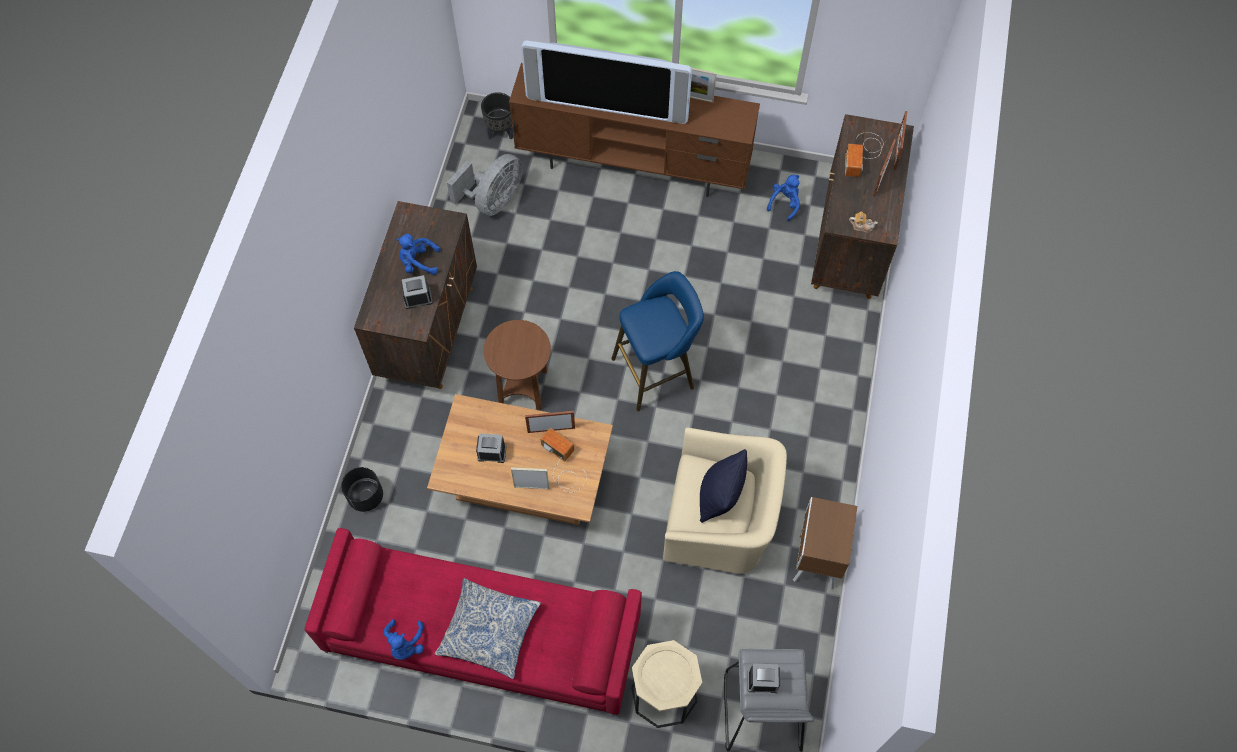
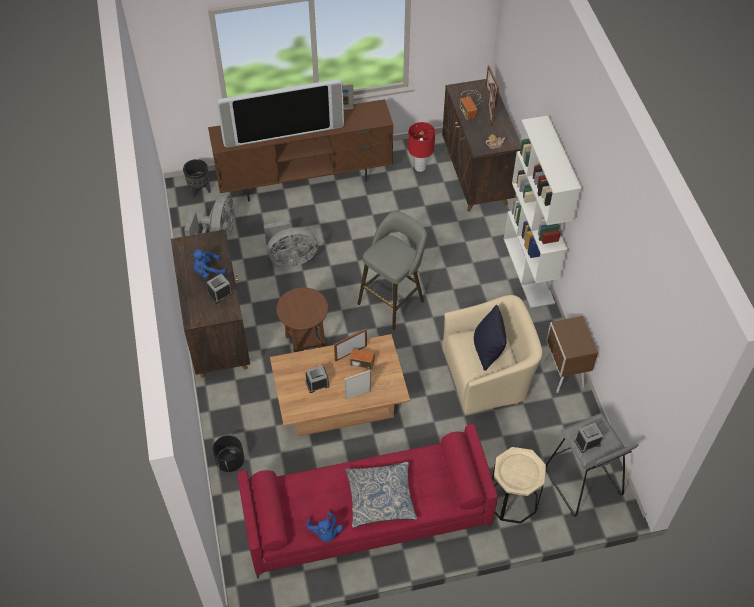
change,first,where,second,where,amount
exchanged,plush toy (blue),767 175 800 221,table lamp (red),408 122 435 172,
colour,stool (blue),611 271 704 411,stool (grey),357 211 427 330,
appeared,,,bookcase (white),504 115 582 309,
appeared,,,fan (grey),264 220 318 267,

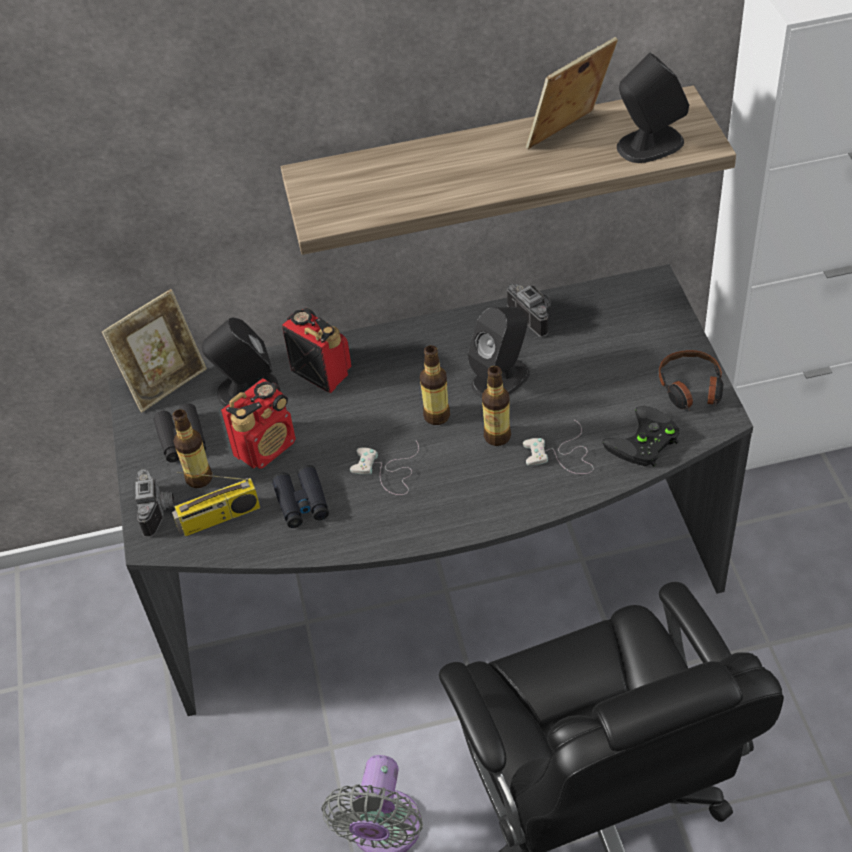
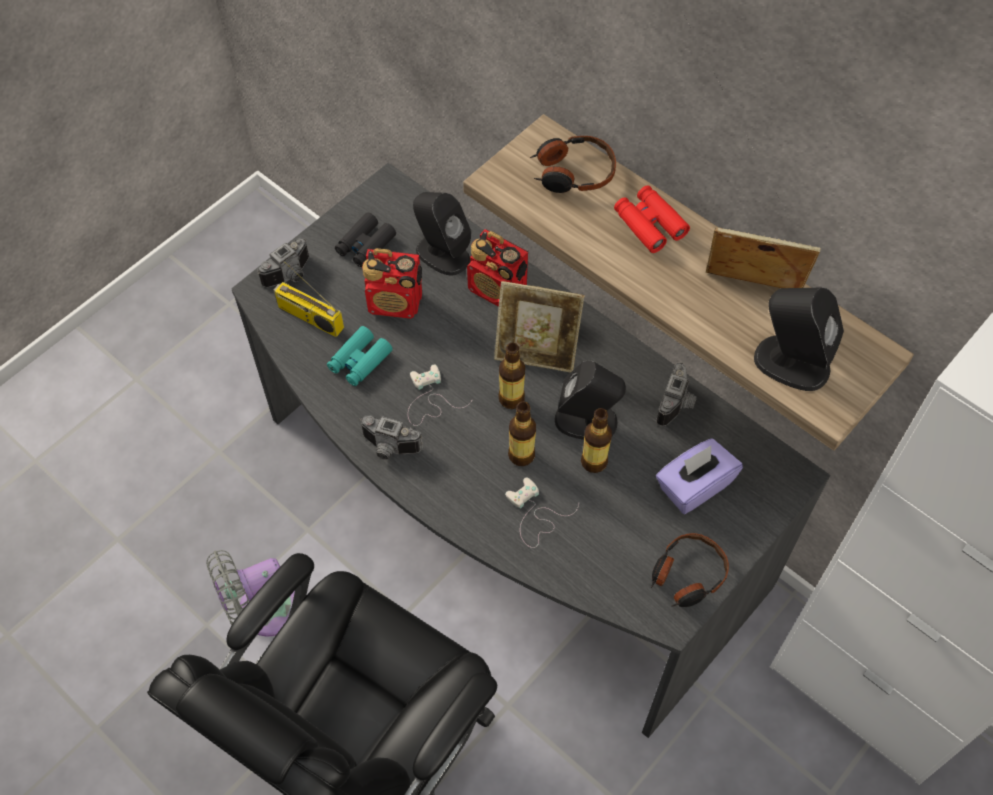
change,first,where,second,where,amount
relocated,picture frame,102 289 207 412,,494 281 585 373,
spun,radio,282 308 352 393,,467 229 528 307,120 degrees clockwise
missing,game controller (black),603 406 680 466,,,
relocated,bottle,173 409 212 488,,581 408 612 473,
colour,binoculars (black),272 465 329 528,binoculars (turquoise),327 326 393 386,
appeared,,,headphones,530 136 616 193,
appeared,,,binoculars (red),614 185 690 253,
appeared,,,photo camera,359 415 423 460,
appeared,,,tissue box (purple),656 439 743 514,

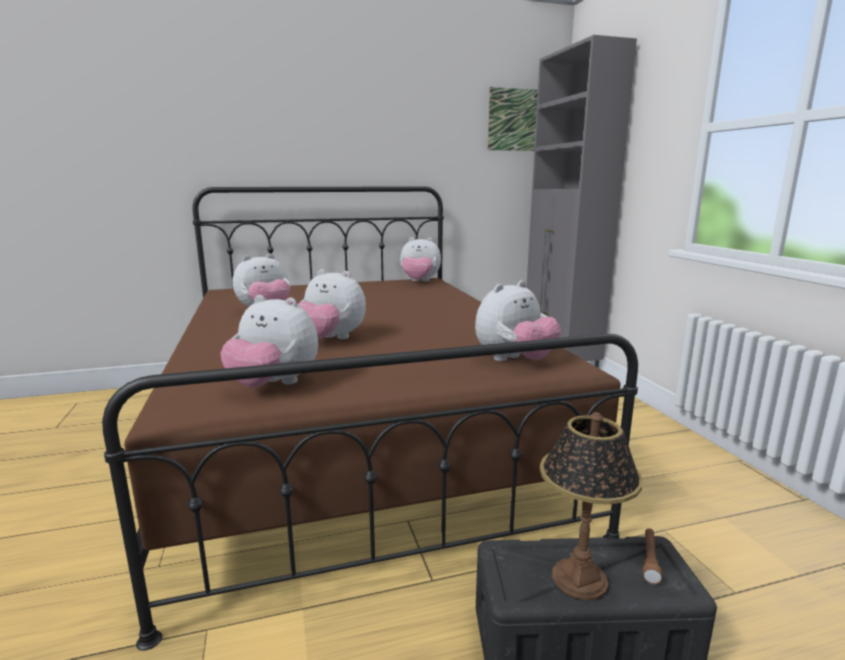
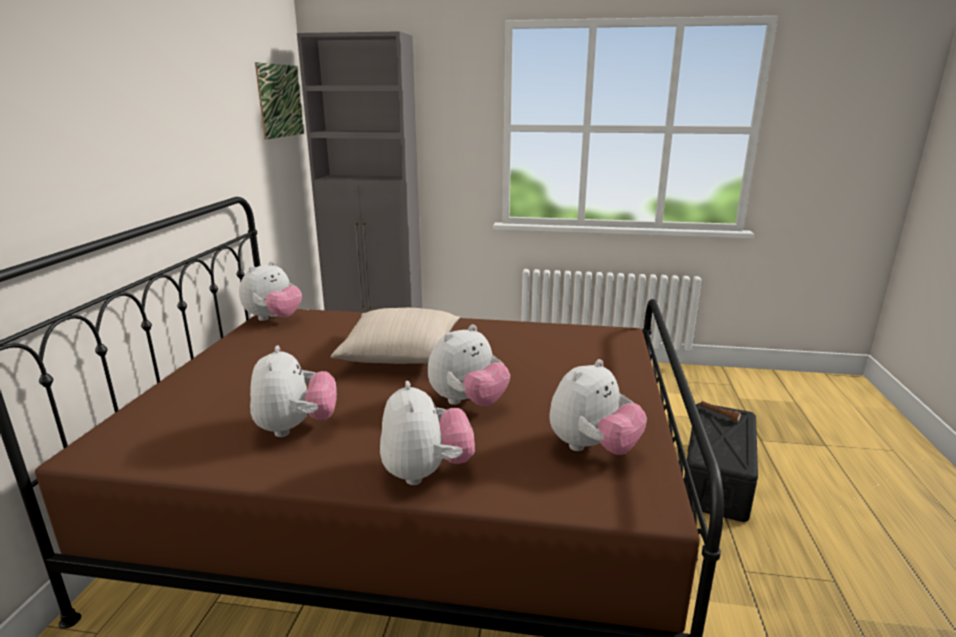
change,first,where,second,where,amount
relocated,plush toy,475 280 561 361,,380 381 475 485,
missing,table lamp,540 412 643 600,,,
appeared,,,pillow (beige),331 308 460 364,

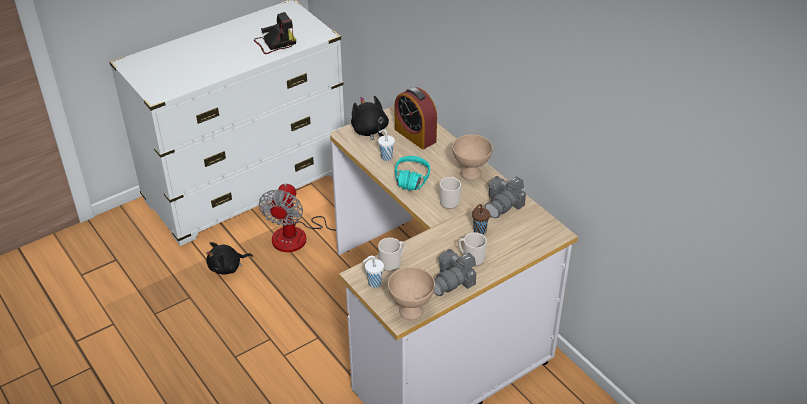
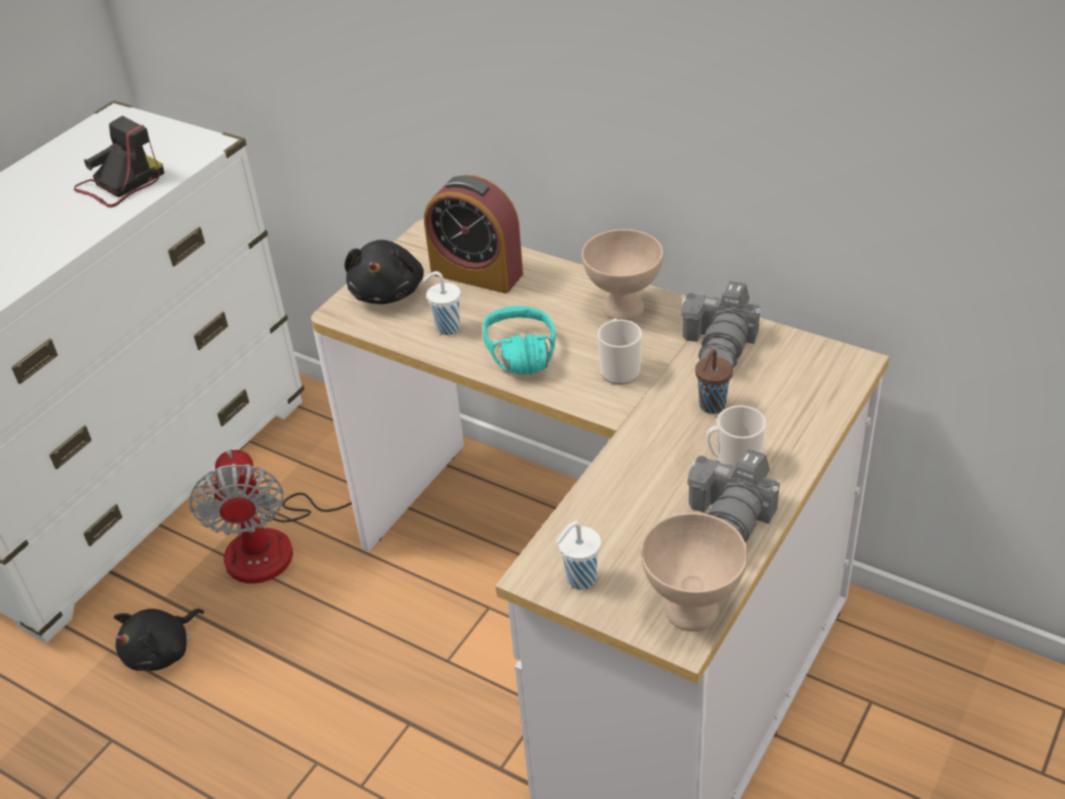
change,first,where,second,where,amount
spun,plush toy (black),351 96 389 140,,344 240 424 304,120 degrees counterclockwise
missing,mug,378 238 405 271,,,

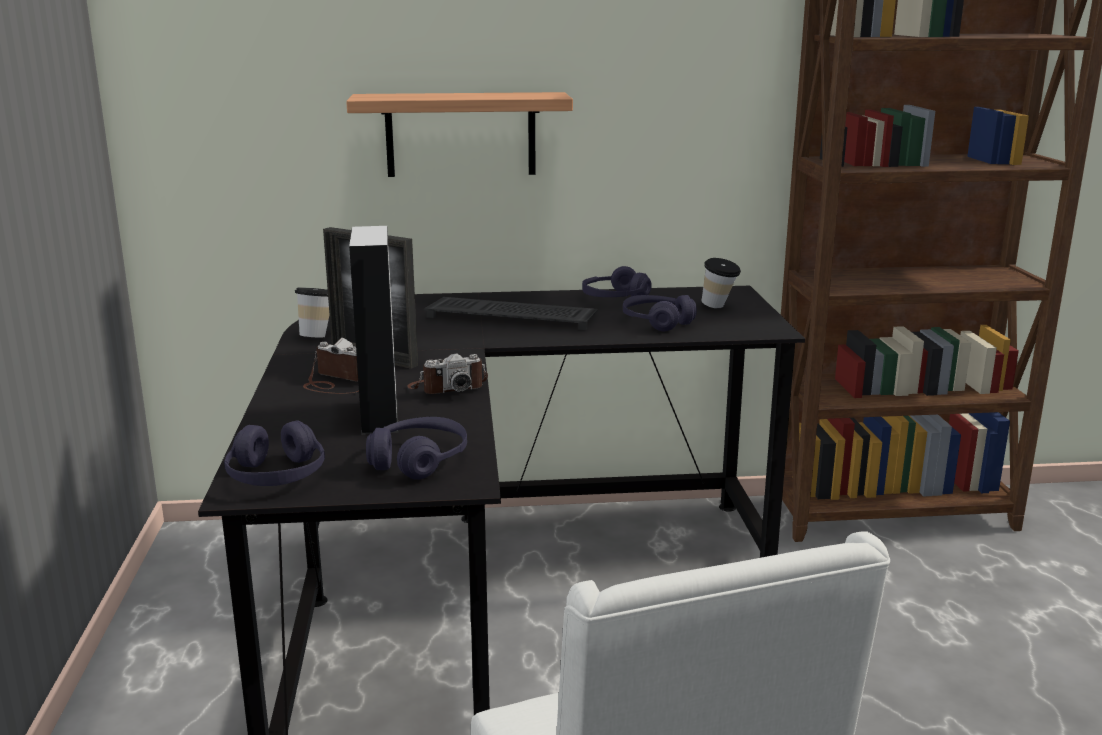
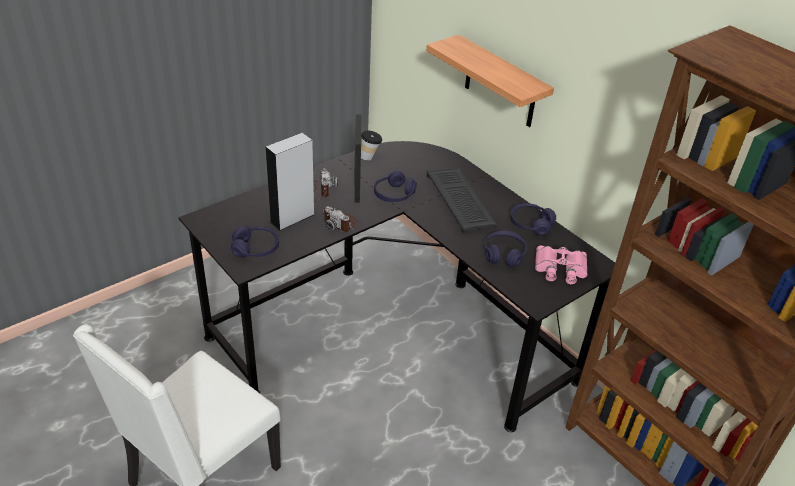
change,first,where,second,where,amount
exchanged,cup,702 258 741 308,binoculars (pink),535 246 587 284,
relocated,headphones (purple),224 420 325 486,,374 171 417 202,

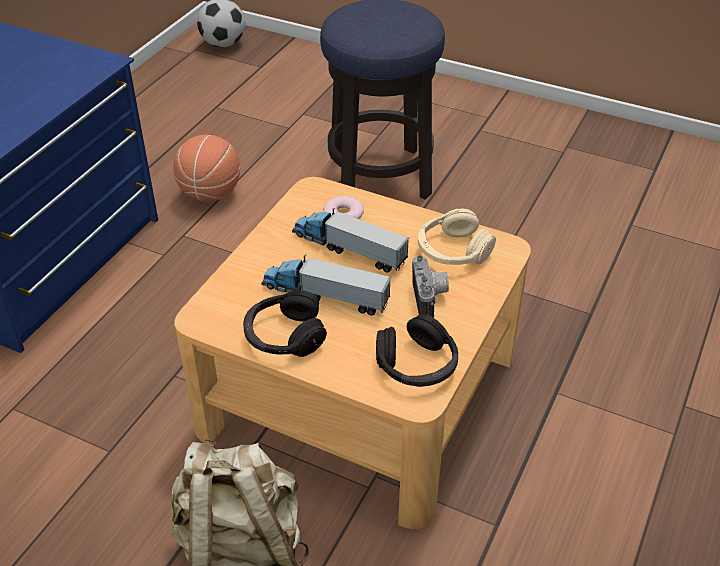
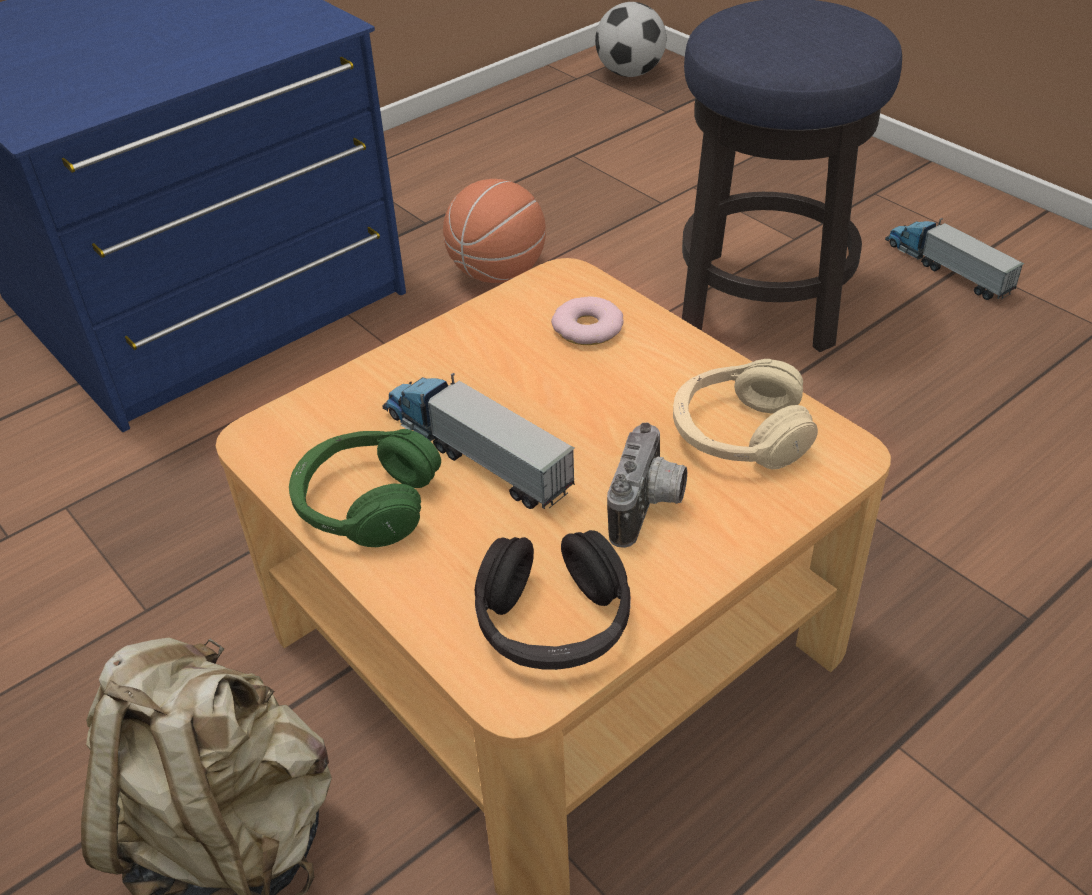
change,first,where,second,where,amount
relocated,toy truck,292 208 409 273,,885 218 1024 300,
colour,headphones (black),243 290 327 357,headphones (green),289 429 441 547,

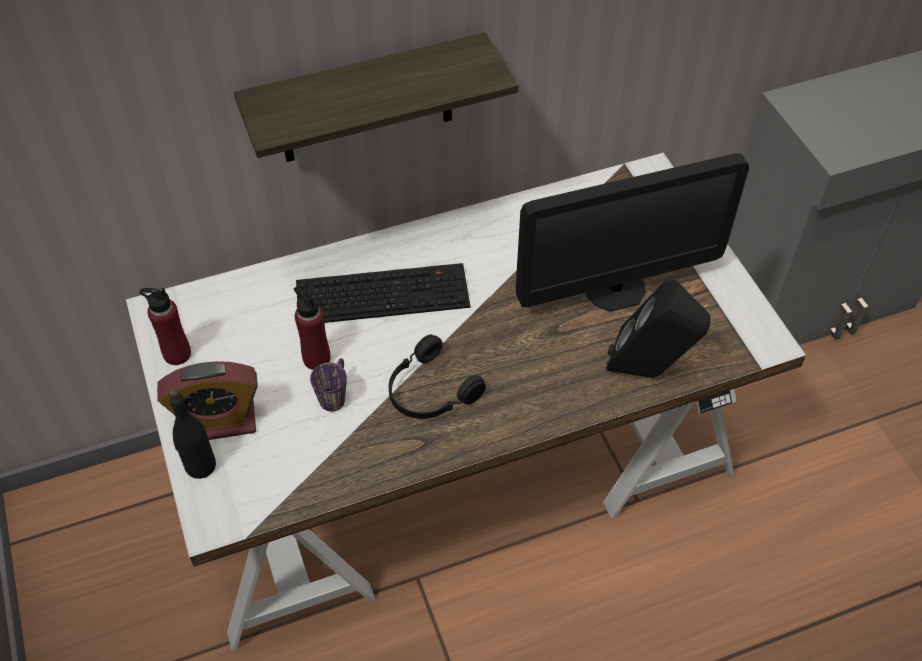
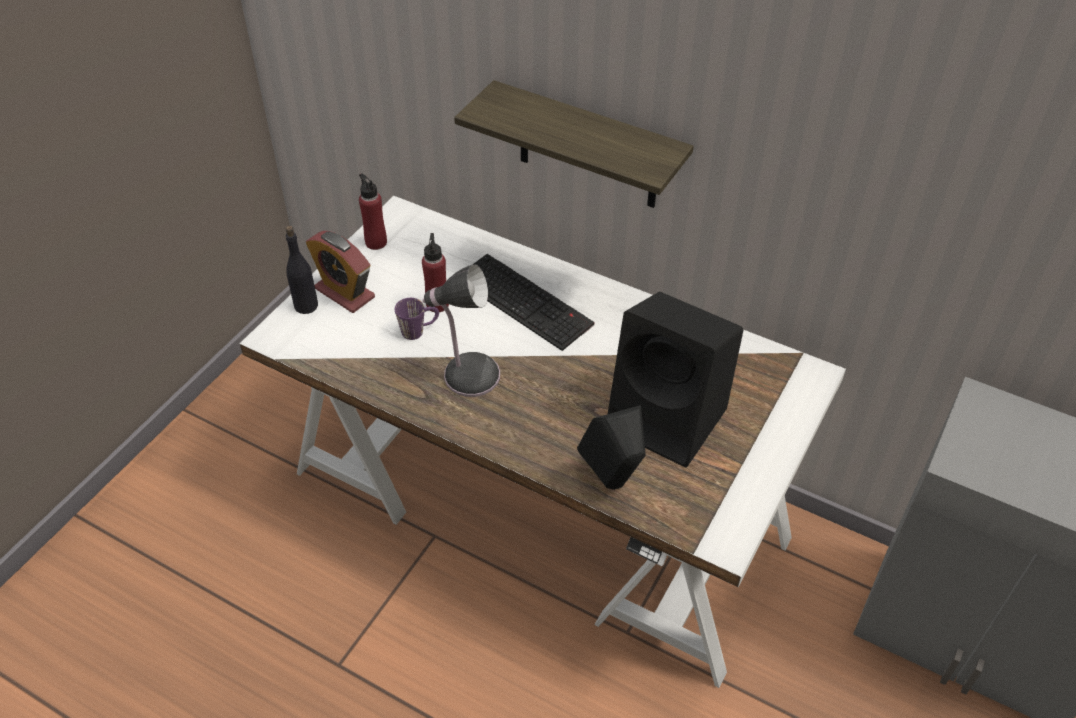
change,first,where,second,where,amount
exchanged,monitor,516 153 749 312,speaker (black),608 292 743 468,
exchanged,headphones (black),389 335 486 419,table lamp,423 264 500 397,

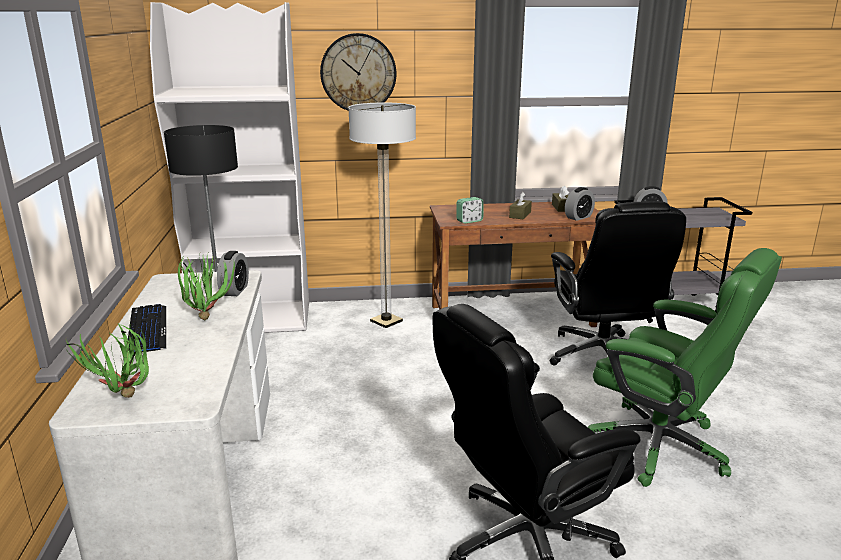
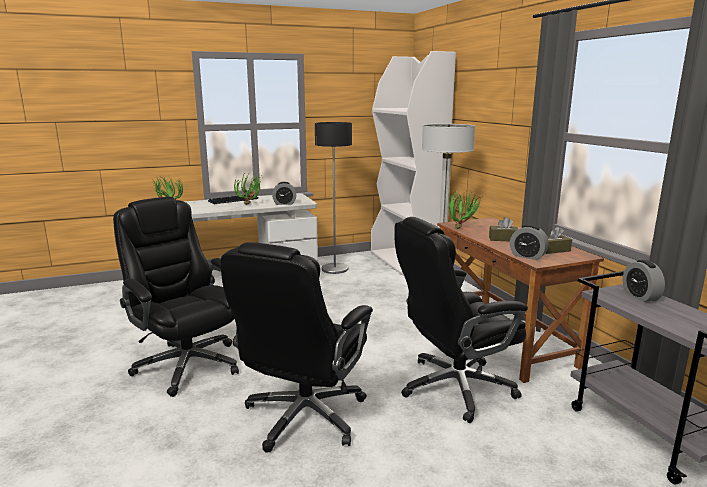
change,first,where,second,where,amount
missing,wall clock,320 33 396 111,,,
exchanged,alarm clock,456 197 484 224,potted plant,449 189 483 229,
colour,office chair (green),588 248 782 487,office chair (black),221 242 373 453,

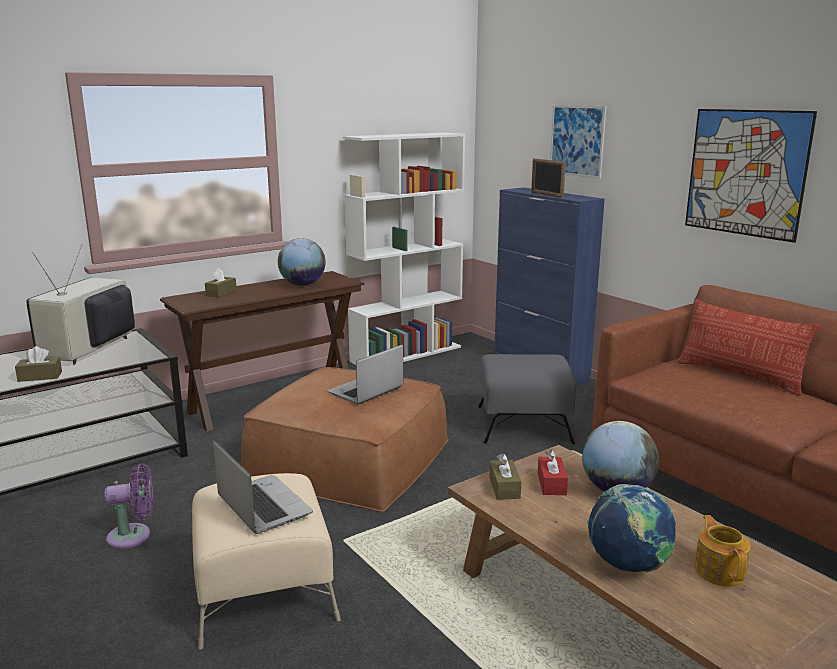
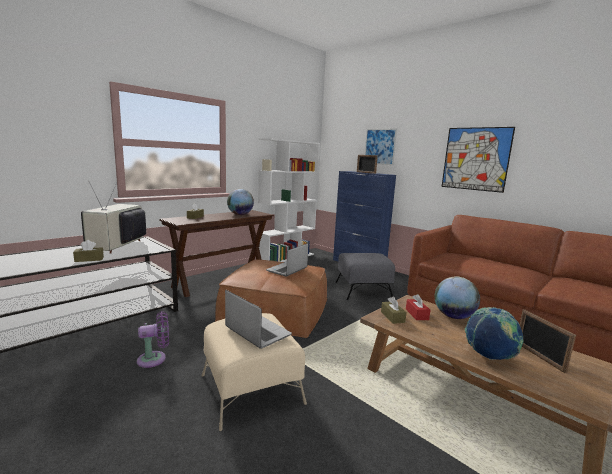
change,first,where,second,where,amount
missing,pillow,678 299 820 395,,,
exchanged,teapot,694 515 750 587,picture frame,520 309 576 373,

